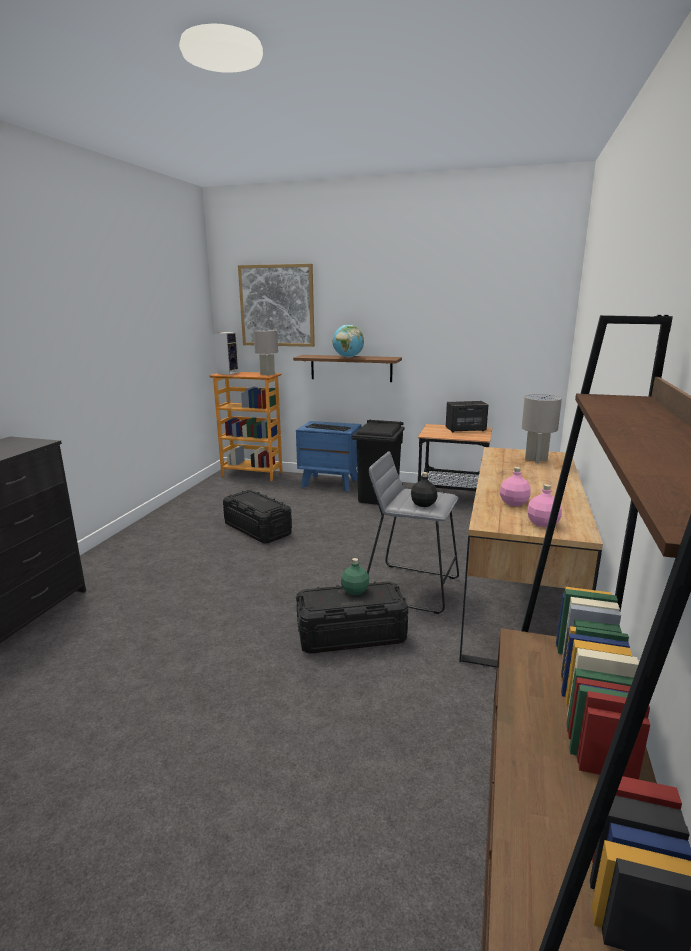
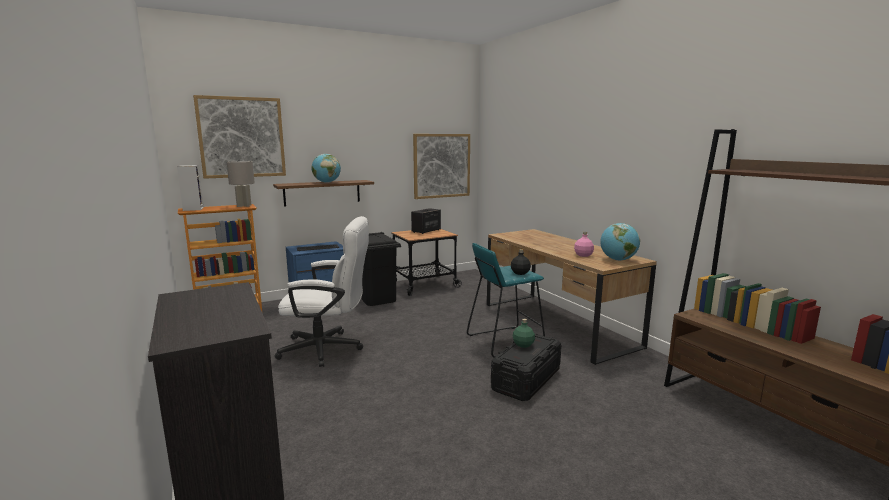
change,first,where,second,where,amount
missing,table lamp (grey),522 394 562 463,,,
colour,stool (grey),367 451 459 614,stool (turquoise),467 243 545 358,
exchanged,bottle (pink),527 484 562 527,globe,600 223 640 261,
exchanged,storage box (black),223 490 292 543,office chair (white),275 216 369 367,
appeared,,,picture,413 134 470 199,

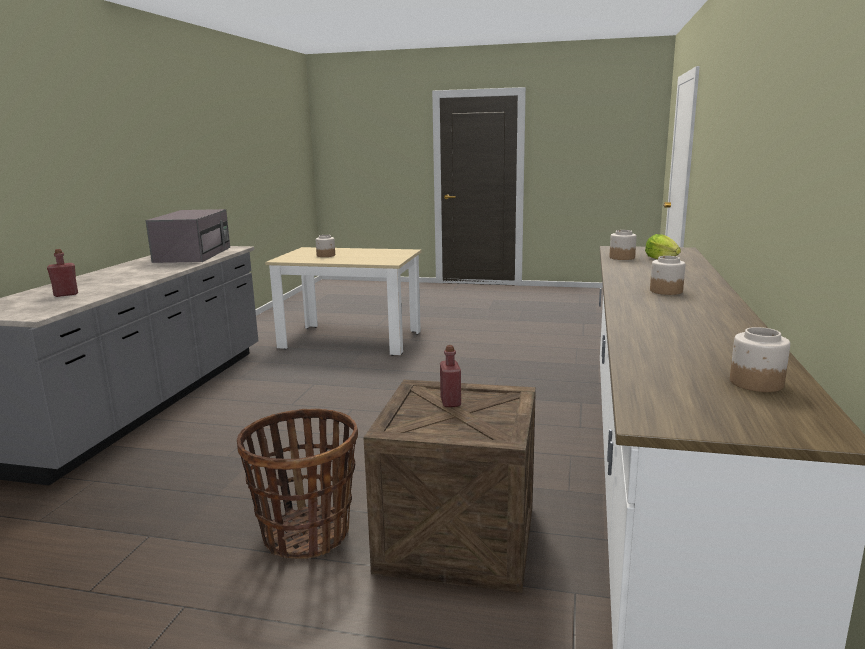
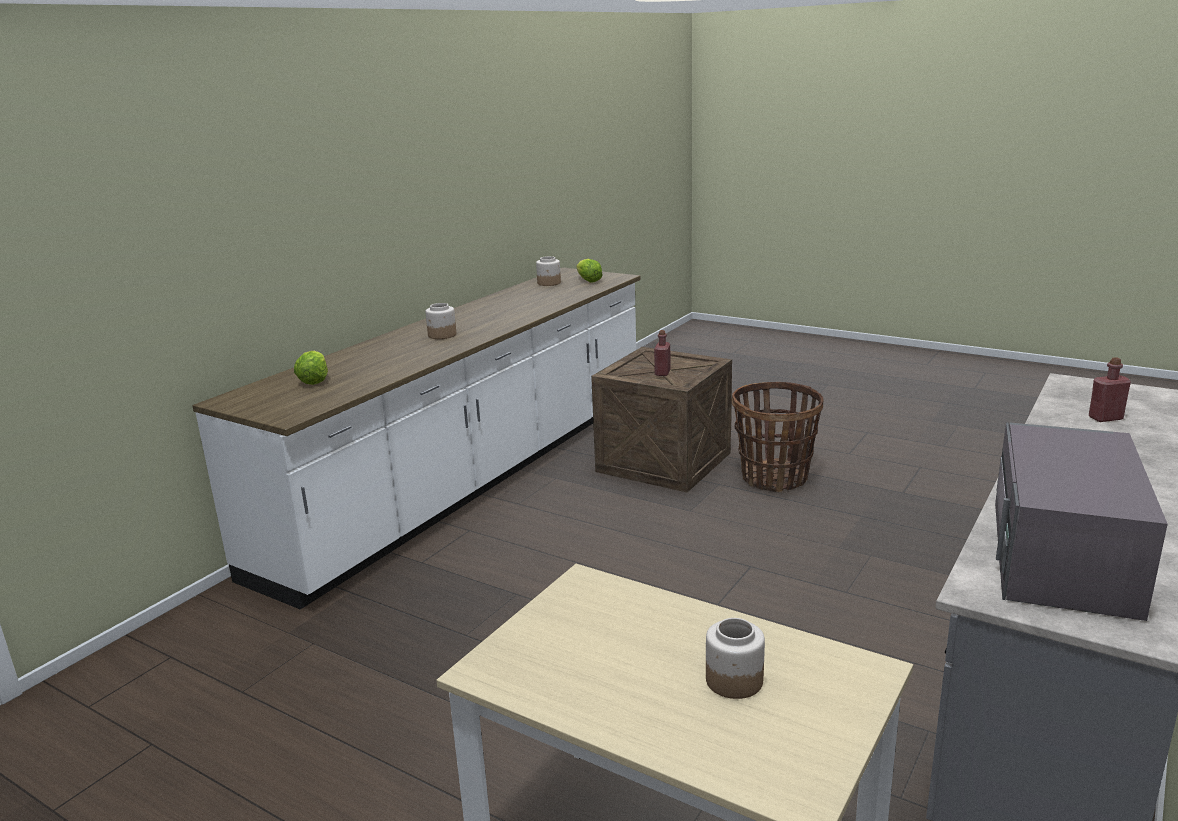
change,first,where,second,where,amount
missing,jar,610 230 637 260,,,
appeared,,,lettuce,576 259 603 283,

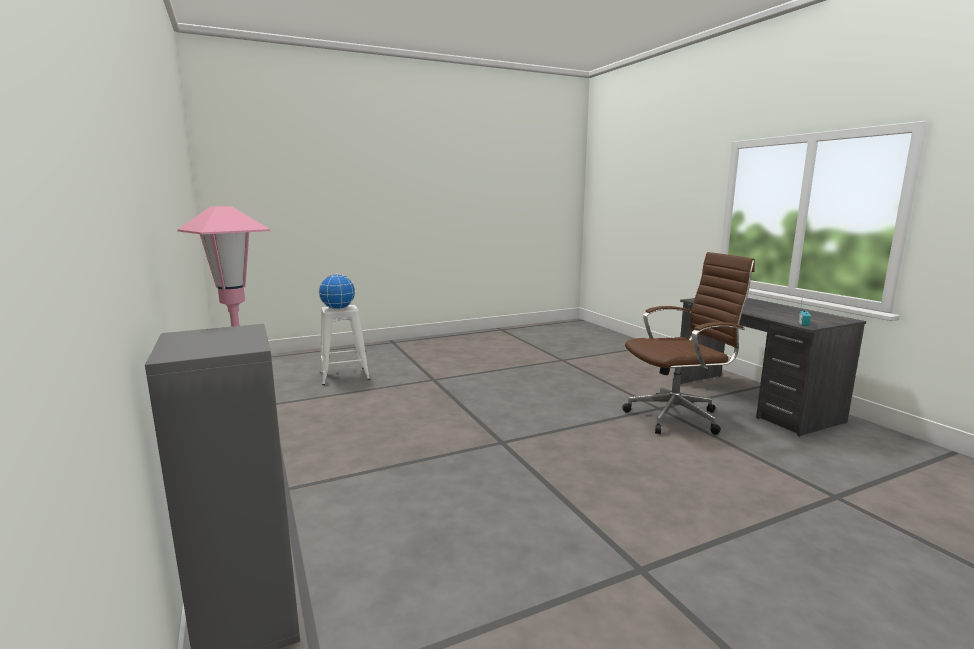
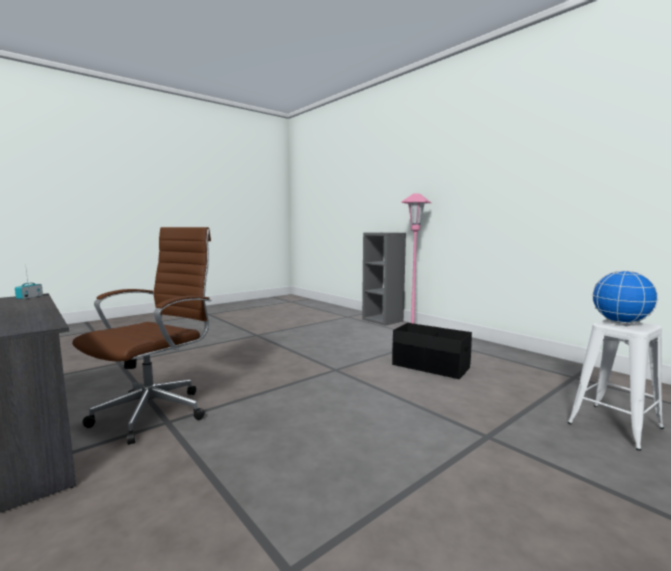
change,first,where,second,where,amount
spun,office chair (brown),622 252 755 435,,72 227 212 445,150 degrees clockwise
appeared,,,storage box (black),392 323 472 379,

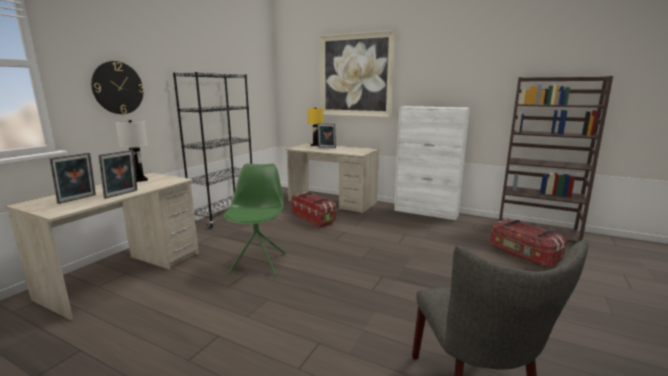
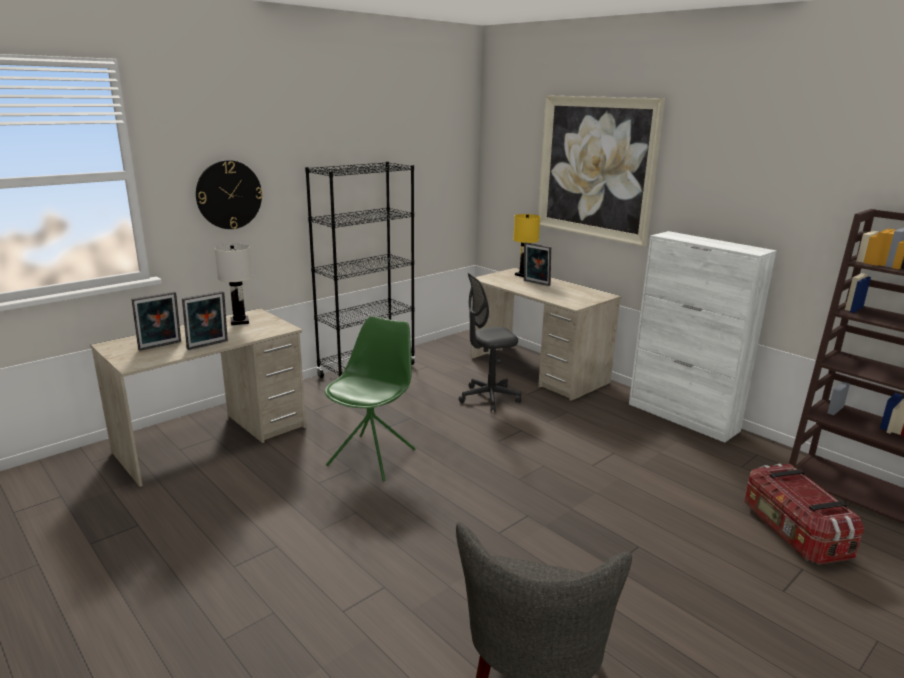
change,first,where,second,where,amount
exchanged,storage box,292 193 336 228,office chair (grey),459 273 521 412,

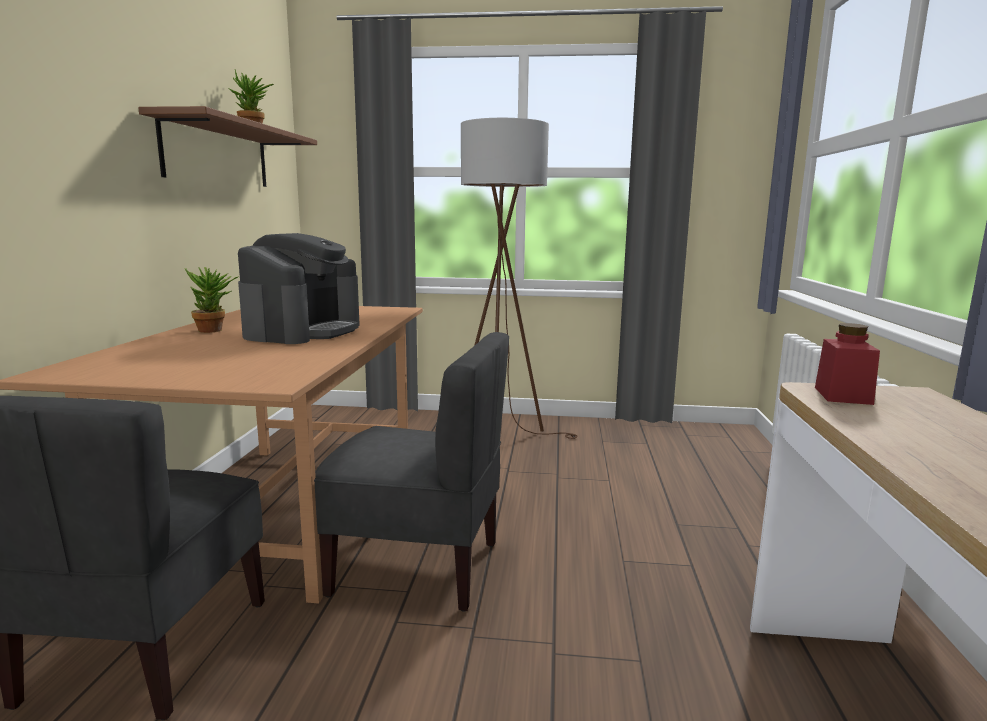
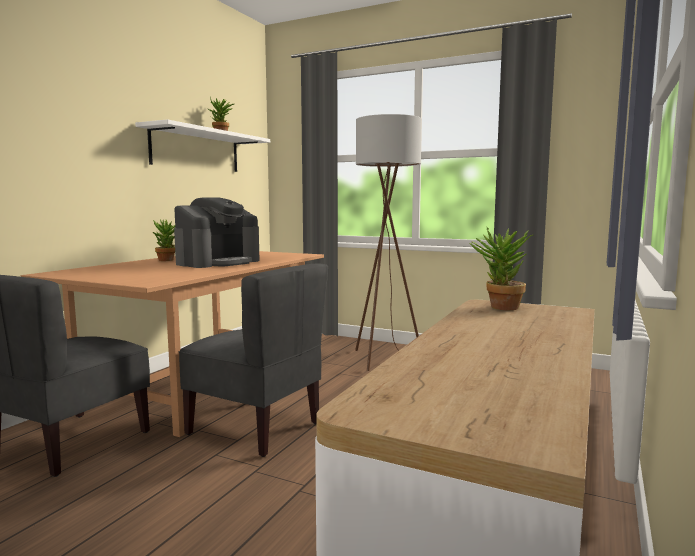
change,first,where,second,where,amount
colour,shelf (brown),138 106 317 187,shelf (white),135 119 270 172,
exchanged,jar (red),815 323 880 405,potted plant,470 227 533 310,

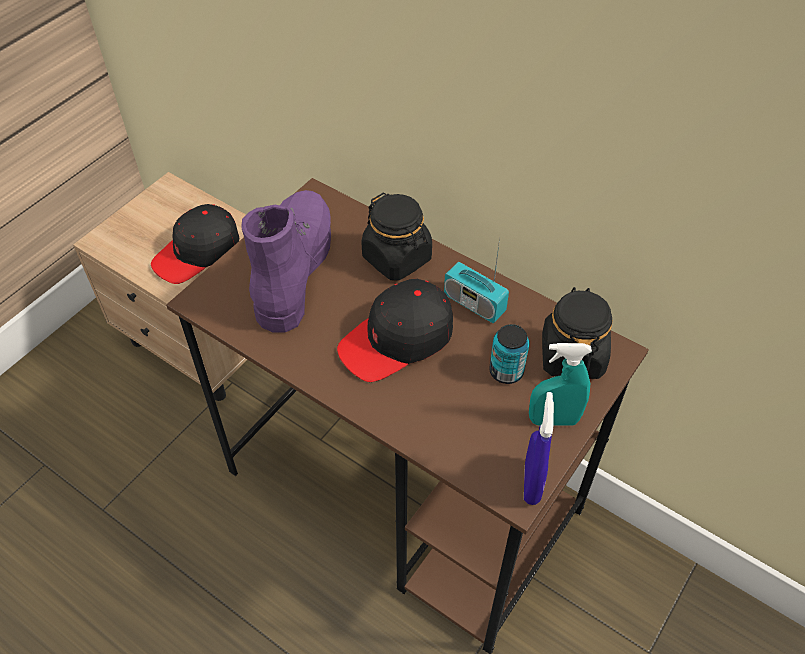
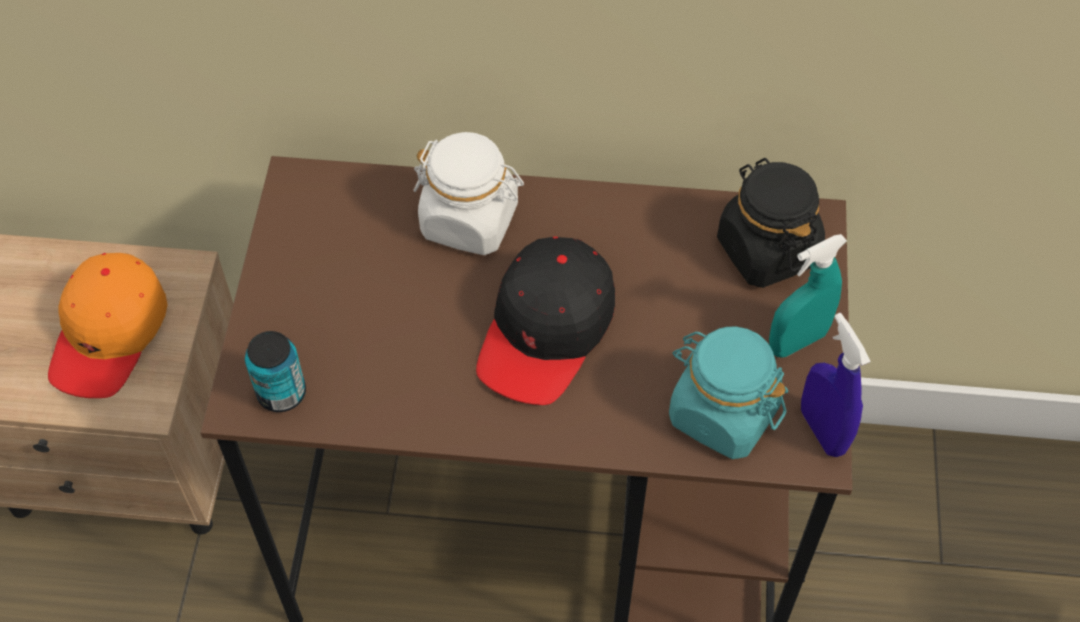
change,first,where,second,where,amount
missing,boot (purple),241 190 331 332,,,
colour,jar (black),362 193 432 281,jar (white),414 132 524 255,
colour,cap (black),151 204 239 284,cap (orange),48 253 167 398,
missing,radio,444 237 509 323,,,
relocated,can,489 324 530 384,,245 331 306 412,
appeared,,,jar (turquoise),669 326 788 459,

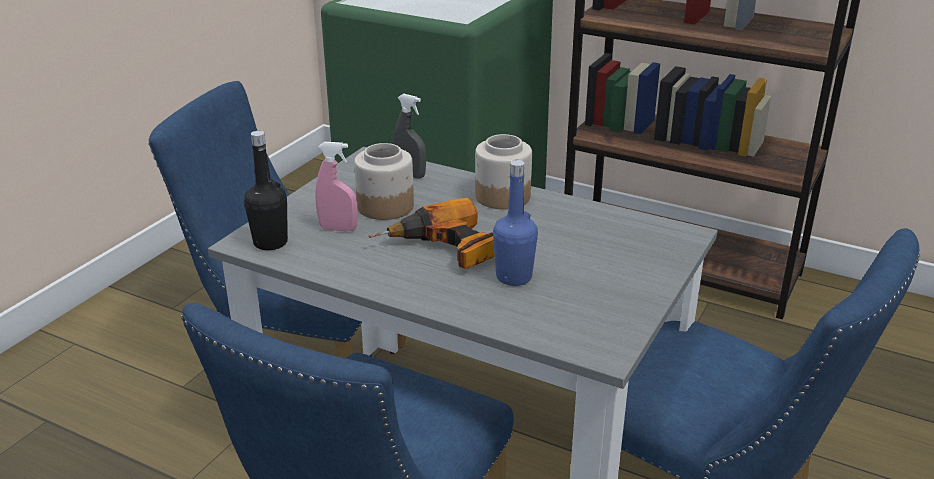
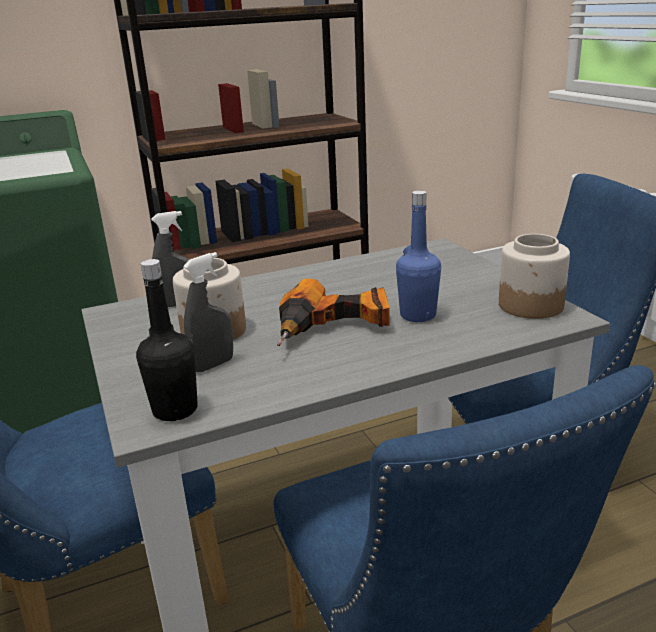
change,first,where,second,where,amount
relocated,jar,475 134 532 209,,499 234 570 319,
colour,spray bottle (pink),315 142 358 232,spray bottle (grey),183 252 233 373,

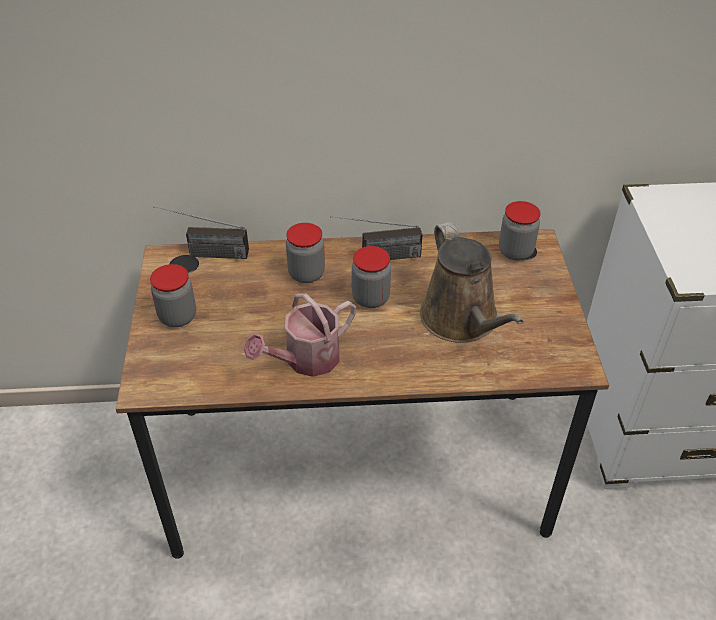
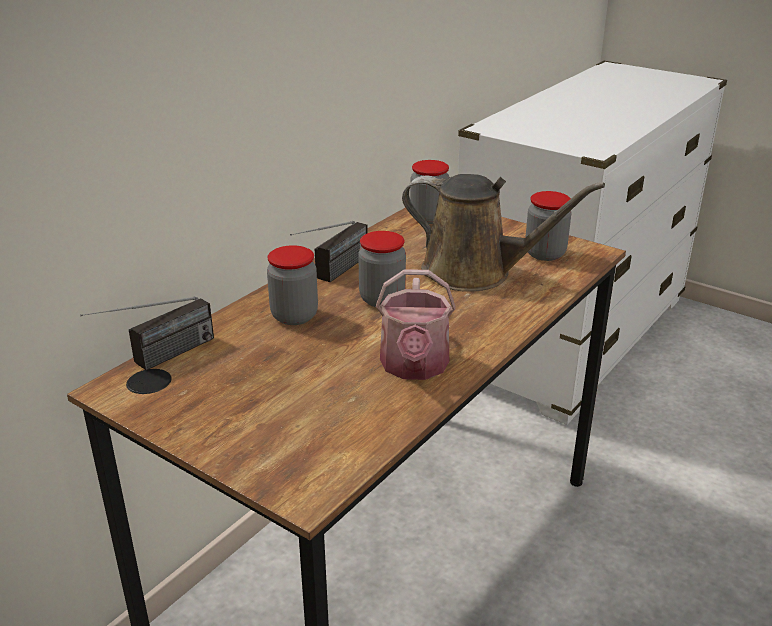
change,first,where,second,where,amount
relocated,jar,150 264 196 327,,525 191 572 261,

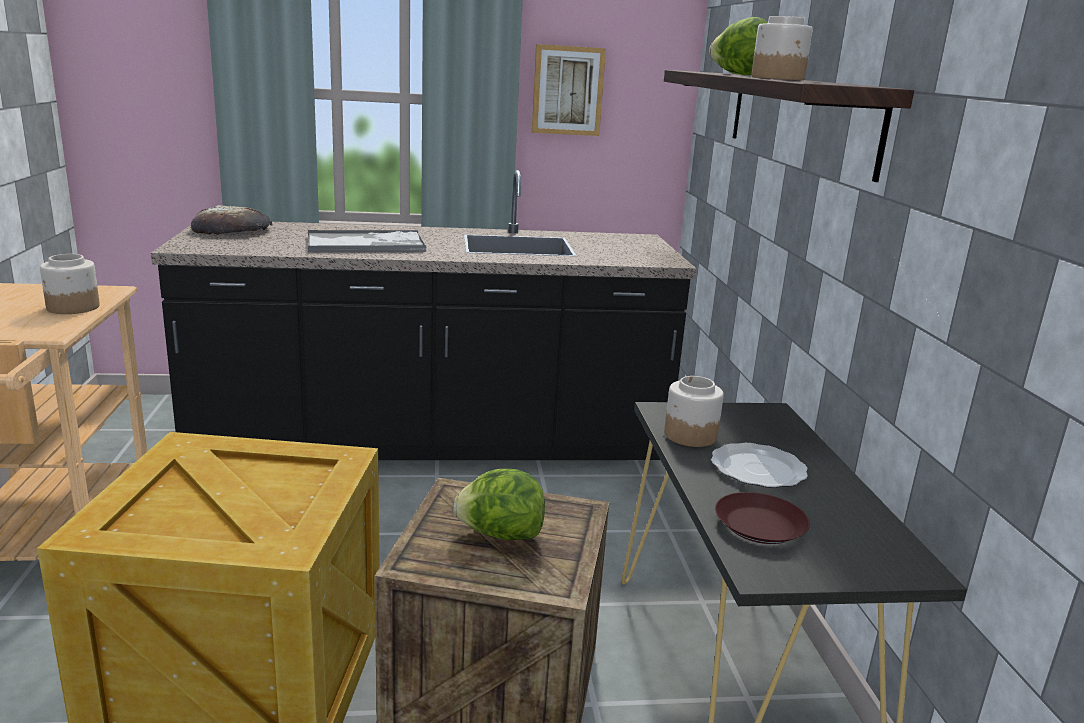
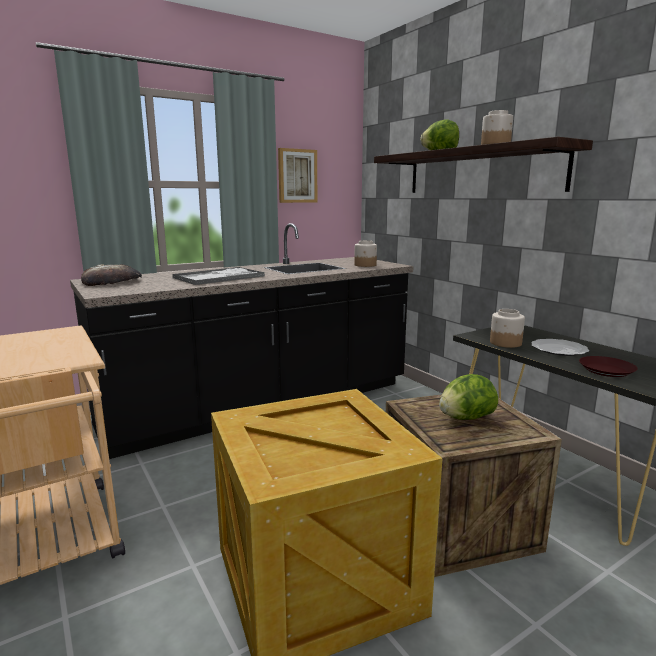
change,first,where,second,where,amount
relocated,jar,40 254 100 314,,354 240 377 267,

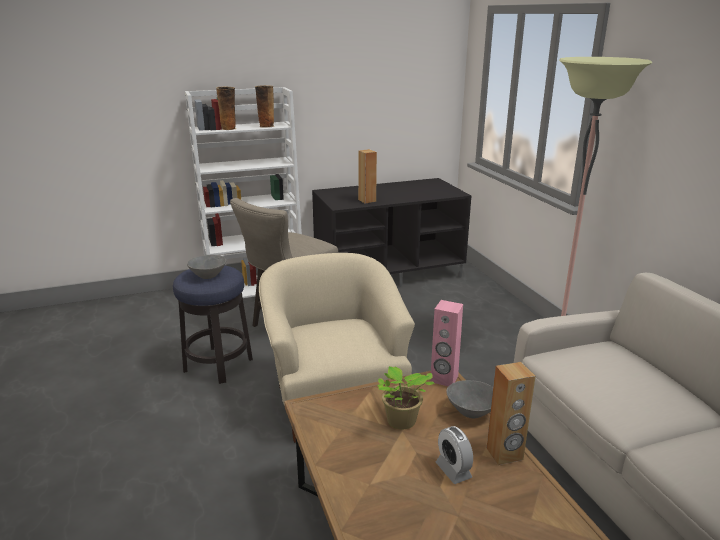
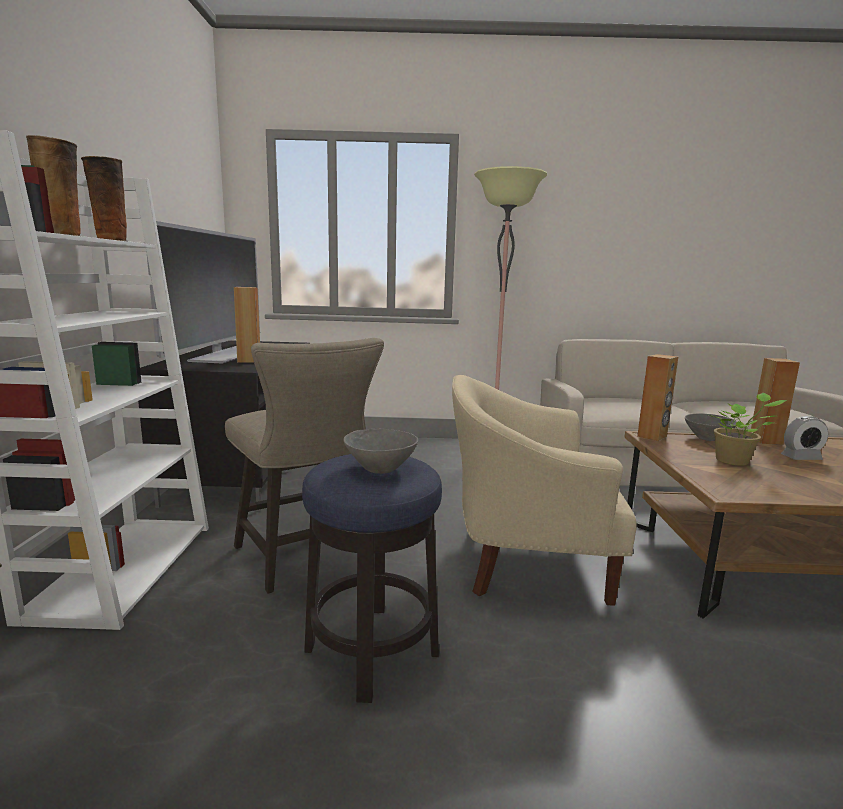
change,first,where,second,where,amount
colour,speaker (pink),430 300 463 386,speaker (brown),637 354 678 441,
appeared,,,television,147 221 260 363,

